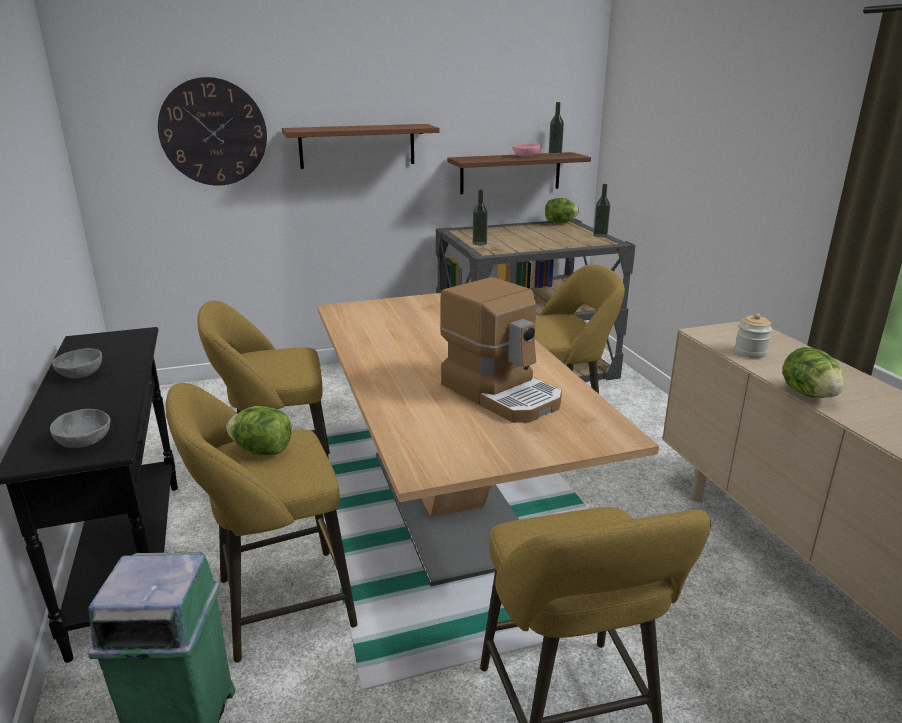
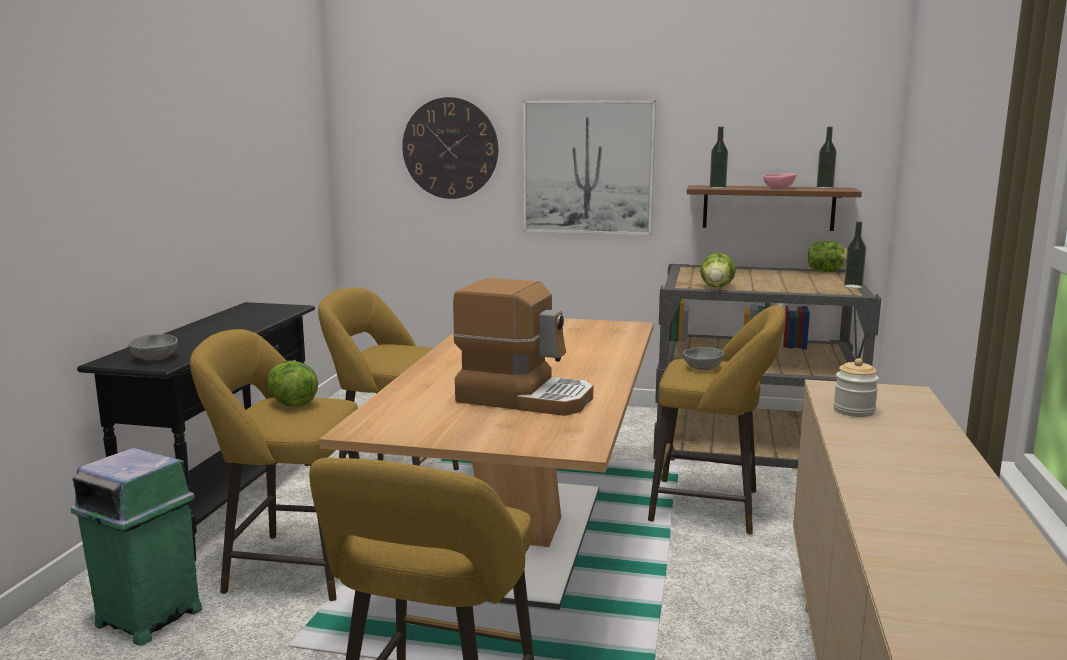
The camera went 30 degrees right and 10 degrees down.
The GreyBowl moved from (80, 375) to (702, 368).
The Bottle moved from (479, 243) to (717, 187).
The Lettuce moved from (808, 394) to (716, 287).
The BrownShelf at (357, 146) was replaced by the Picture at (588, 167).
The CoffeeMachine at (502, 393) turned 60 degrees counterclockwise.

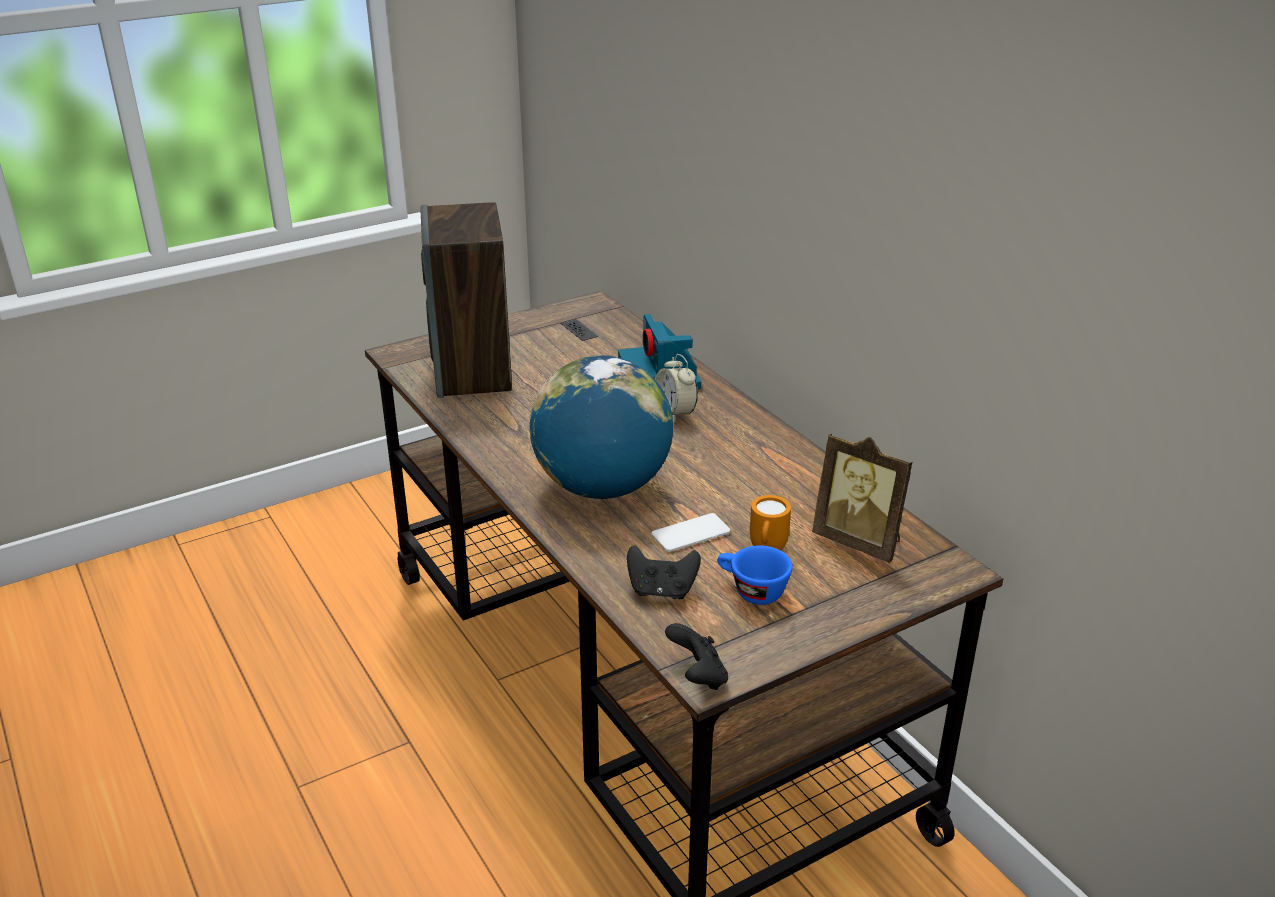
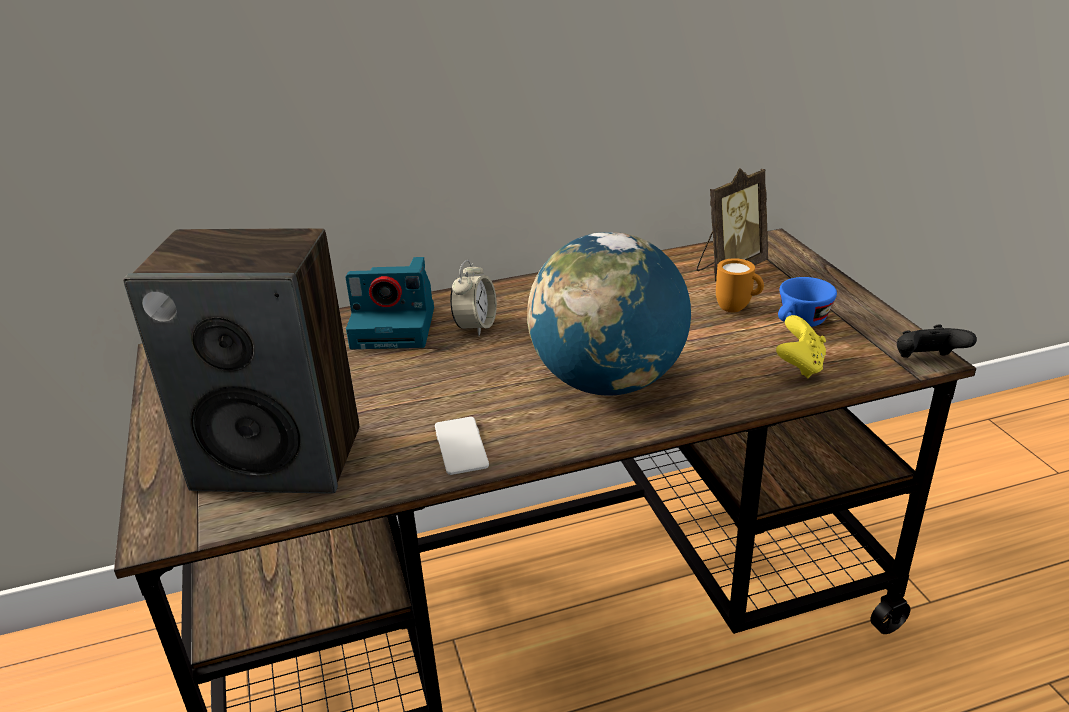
The camera went 75 degrees left and 0 degrees up.
The Phone moved from (690, 534) to (461, 446).
The BlackGameController at (662, 591) became the YellowGameController at (800, 366).
The AlarmClock at (674, 413) turned 60 degrees counterclockwise.

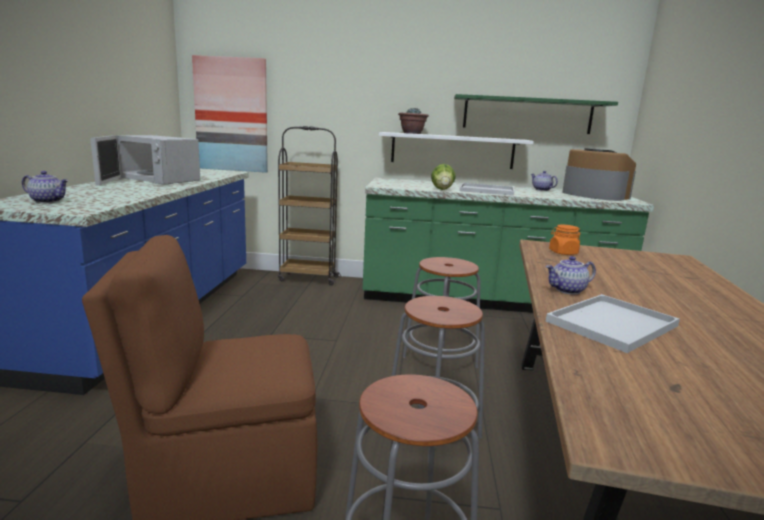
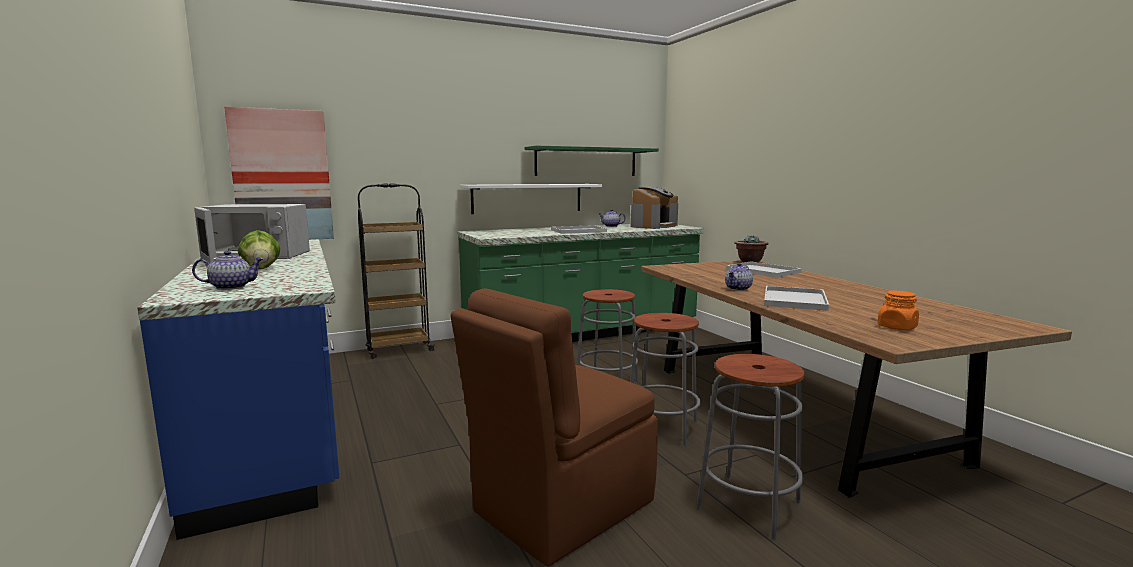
The camera went 30 degrees left and 5 degrees down.
The WhiteTray at (764, 271) appeared.
The PottedPlant moved from (412, 133) to (749, 262).
The Lettuce moved from (442, 189) to (261, 269).
The OrangeJar moved from (563, 253) to (897, 327).
The CoffeeMachine at (593, 195) turned 105 degrees clockwise.

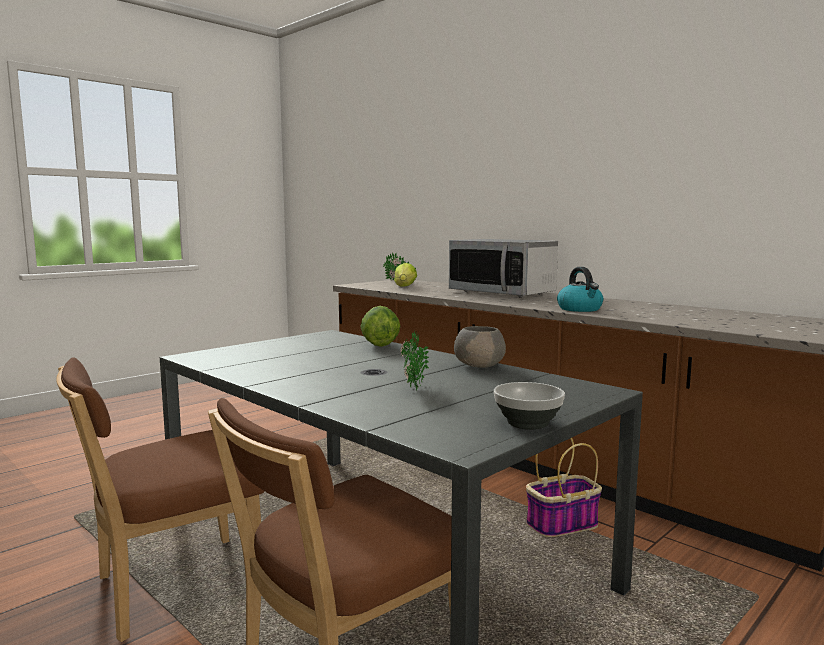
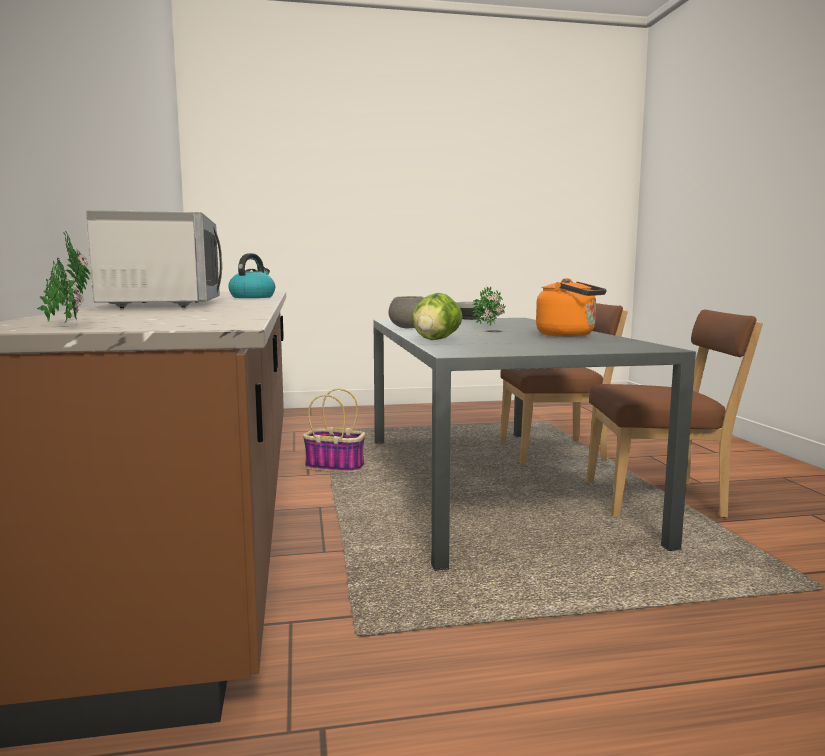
The camera went 145 degrees left and 0 degrees up.
The Lettuce at (405, 287) disappeared.
The OrangeKettle at (569, 335) appeared.

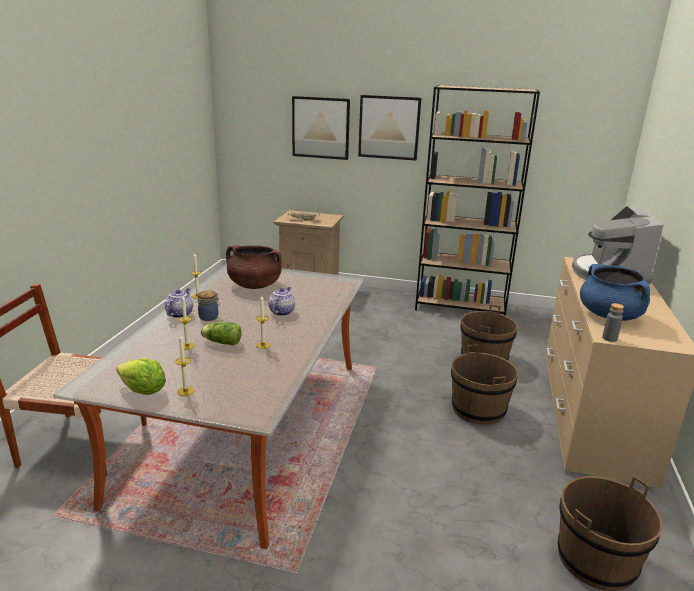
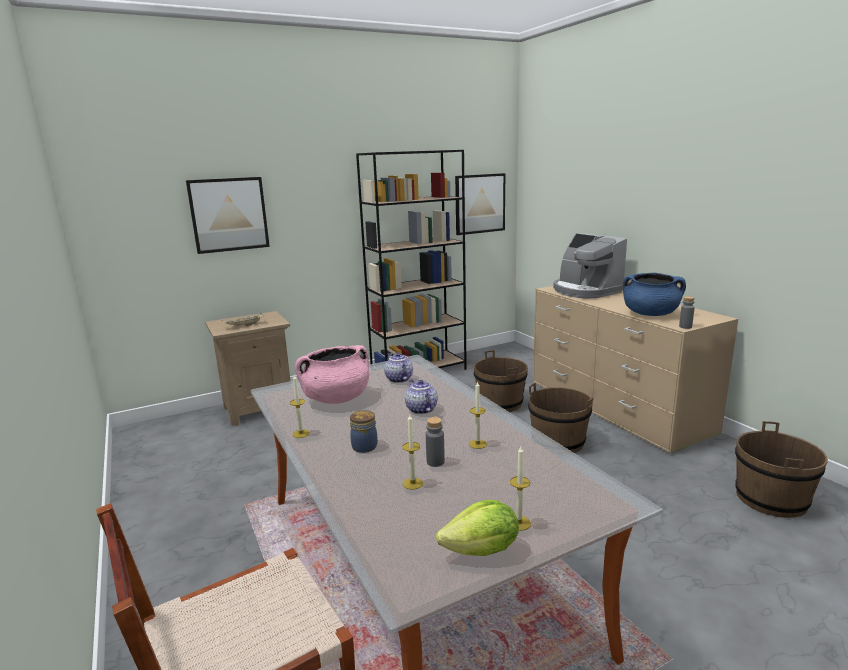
The camera went 40 degrees left and 5 degrees down.
The Teapot moved from (179, 314) to (398, 379).
The Picture moved from (389, 127) to (480, 203).
The Lettuce at (221, 342) was replaced by the GreyBottle at (435, 462).
The BrownCookingPot at (254, 285) became the PinkCookingPot at (336, 399).

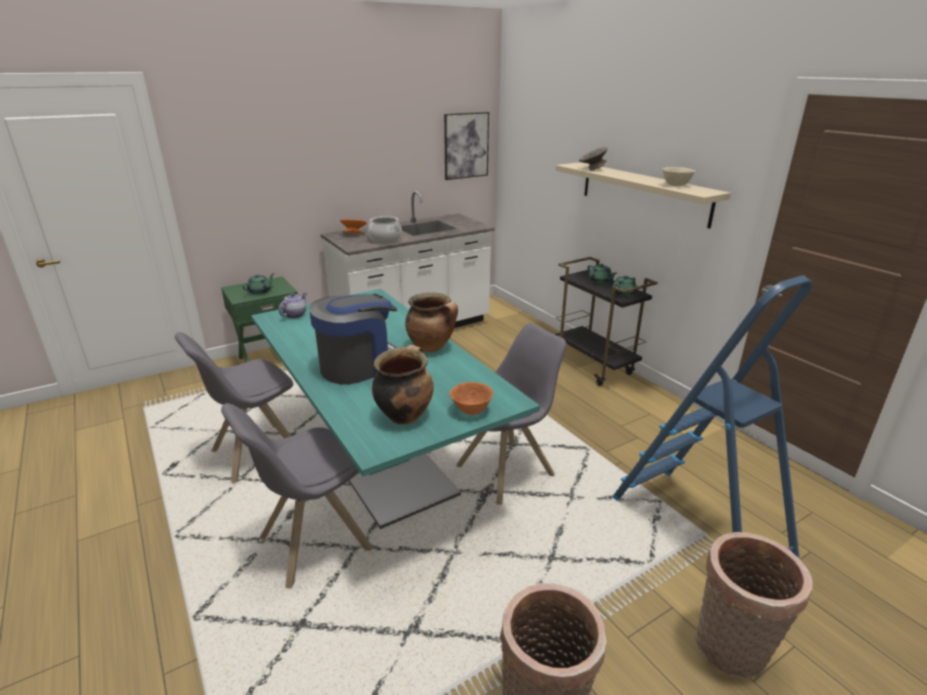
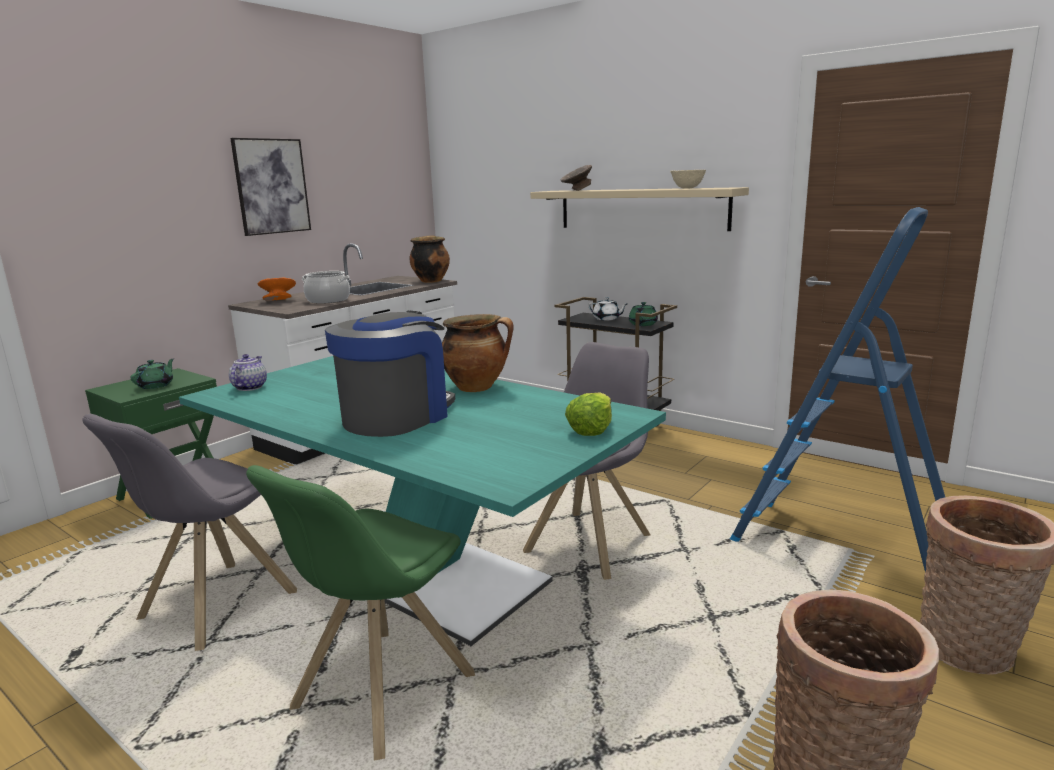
The camera went 20 degrees left and 10 degrees down.
The CookingPot moved from (404, 415) to (431, 281).
The Picture moved from (466, 145) to (271, 186).
The OrangeBowl at (470, 411) was replaced by the Lettuce at (591, 429).
The GreyChair at (313, 543) became the GreenChair at (382, 691).
The GreenTeapot at (600, 281) became the WhiteTeapot at (607, 319).

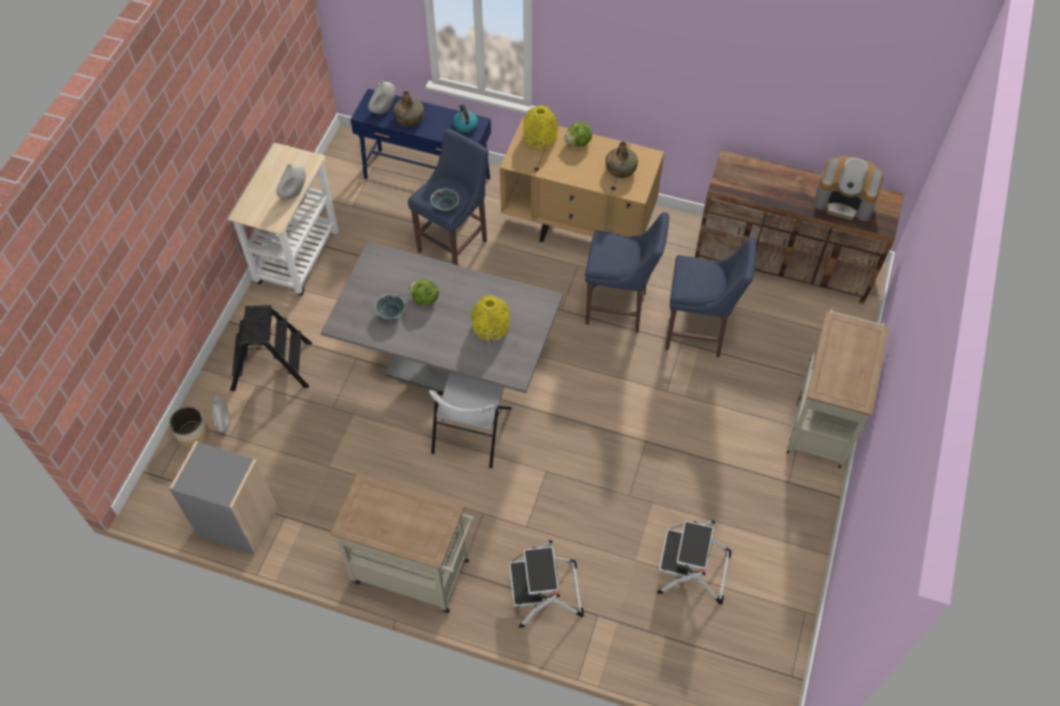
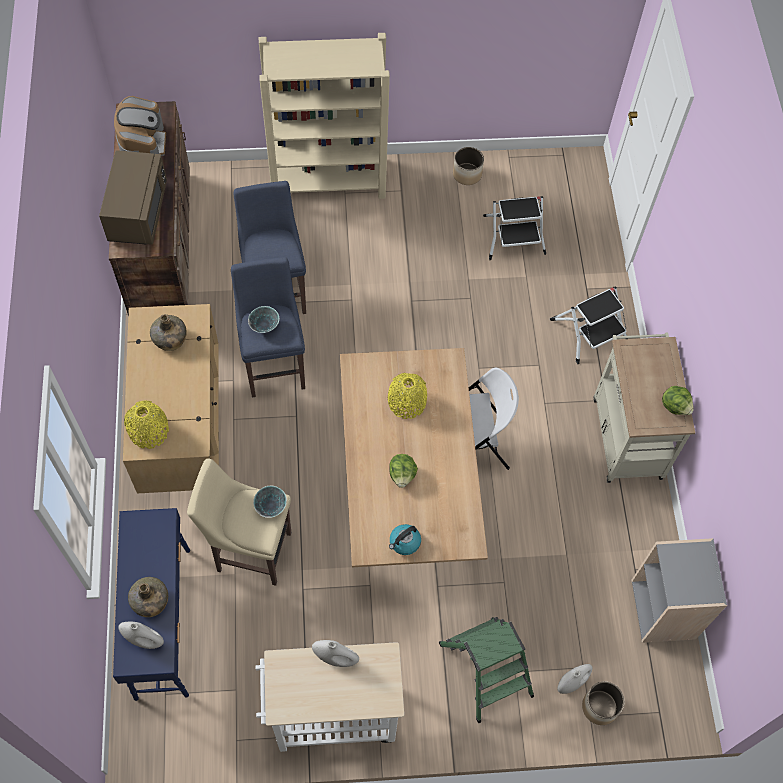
The camera went 115 degrees left and 5 degrees up.
The BrownMicrowave at (137, 212) appeared.
The Planter at (467, 174) appeared.
The Bowl moved from (391, 313) to (265, 326).
The Kettle moved from (465, 125) to (404, 542).
The Lettuce moved from (578, 142) to (675, 406).
The BeigeCart at (822, 419) was replaced by the BeigeBookcase at (328, 180).
The BlackStepLadder at (271, 366) became the GreenStepLadder at (485, 669).
The GreyDiningTable at (449, 365) became the BrownDiningTable at (406, 493).
The BlueStool at (455, 244) became the BeigeStool at (250, 550).

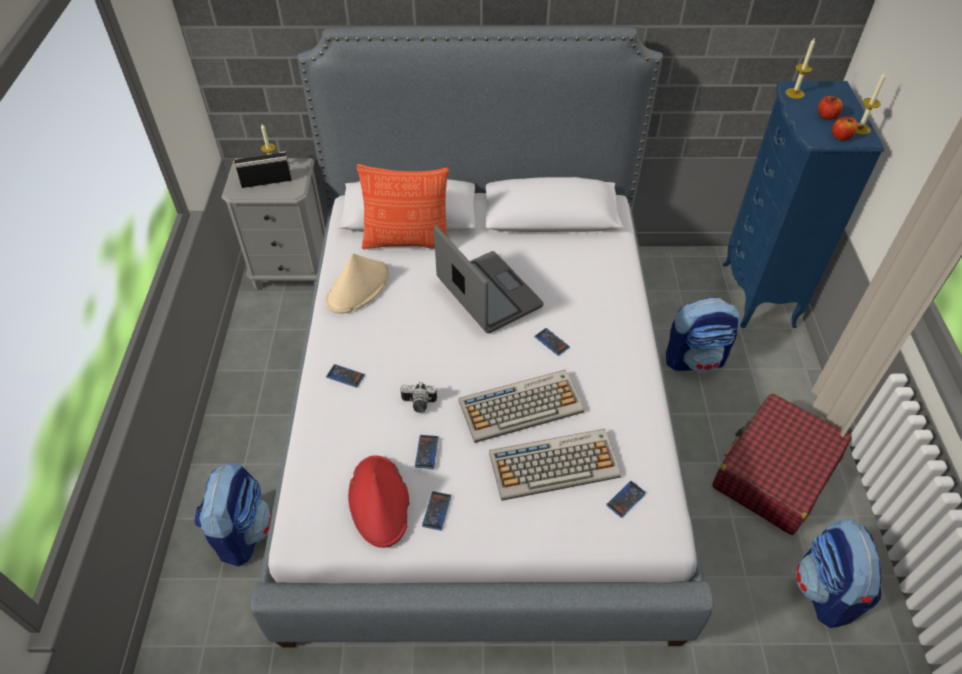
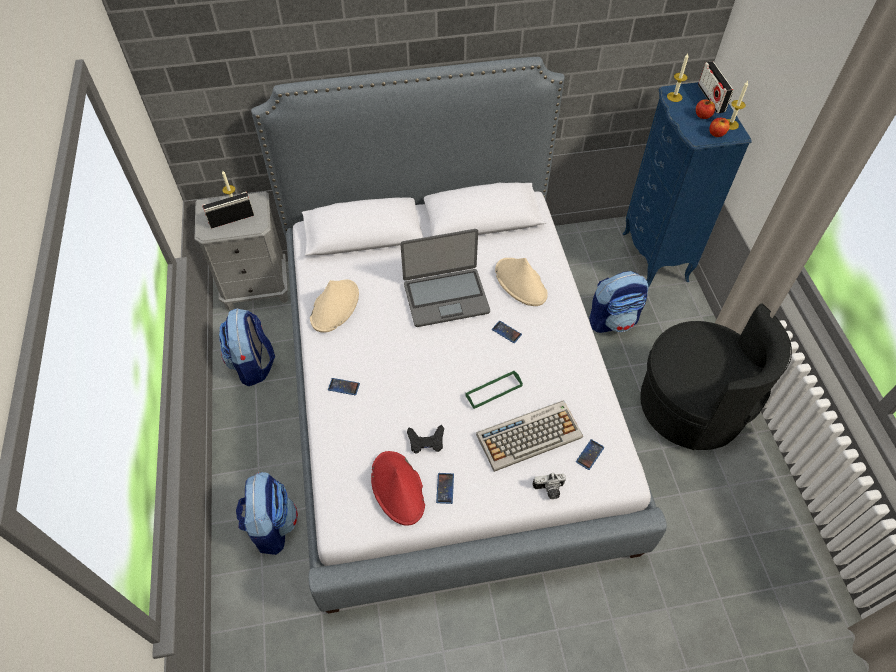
The camera went 10 degrees left and 5 degrees up.
The OrangePillow at (407, 241) disappeared.
The BeigeHat at (521, 283) appeared.
The Radio at (711, 98) appeared.
The PhotoCamera moved from (418, 404) to (549, 490).
The Backpack moved from (826, 591) to (253, 364).
The Phone at (426, 452) was replaced by the BlackGameController at (426, 441).
The Keyboard at (521, 406) was replaced by the GreenTray at (493, 390).
The RedSuitcase at (774, 472) was replaced by the BlackArmchair at (689, 406).
The Laptop at (488, 294) turned 120 degrees clockwise.

